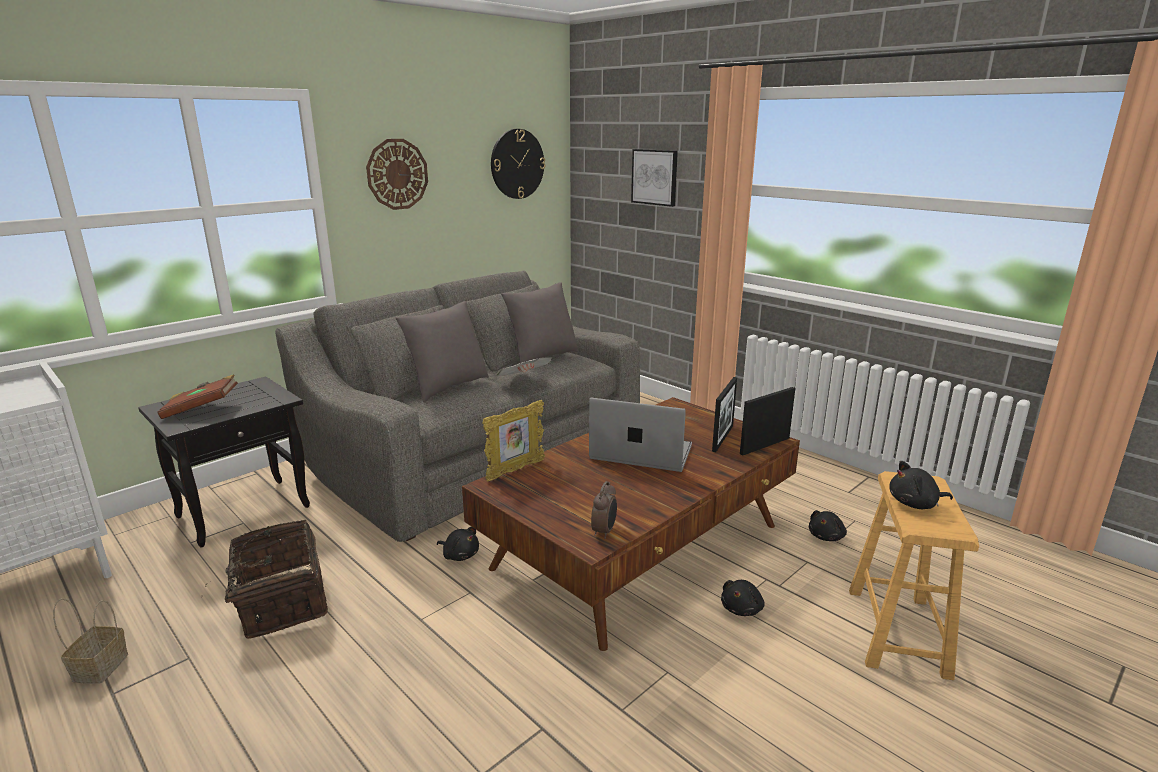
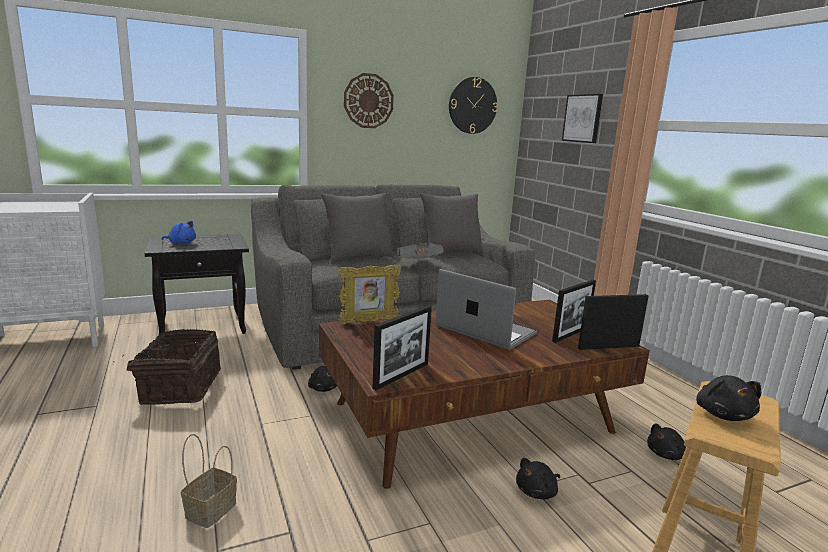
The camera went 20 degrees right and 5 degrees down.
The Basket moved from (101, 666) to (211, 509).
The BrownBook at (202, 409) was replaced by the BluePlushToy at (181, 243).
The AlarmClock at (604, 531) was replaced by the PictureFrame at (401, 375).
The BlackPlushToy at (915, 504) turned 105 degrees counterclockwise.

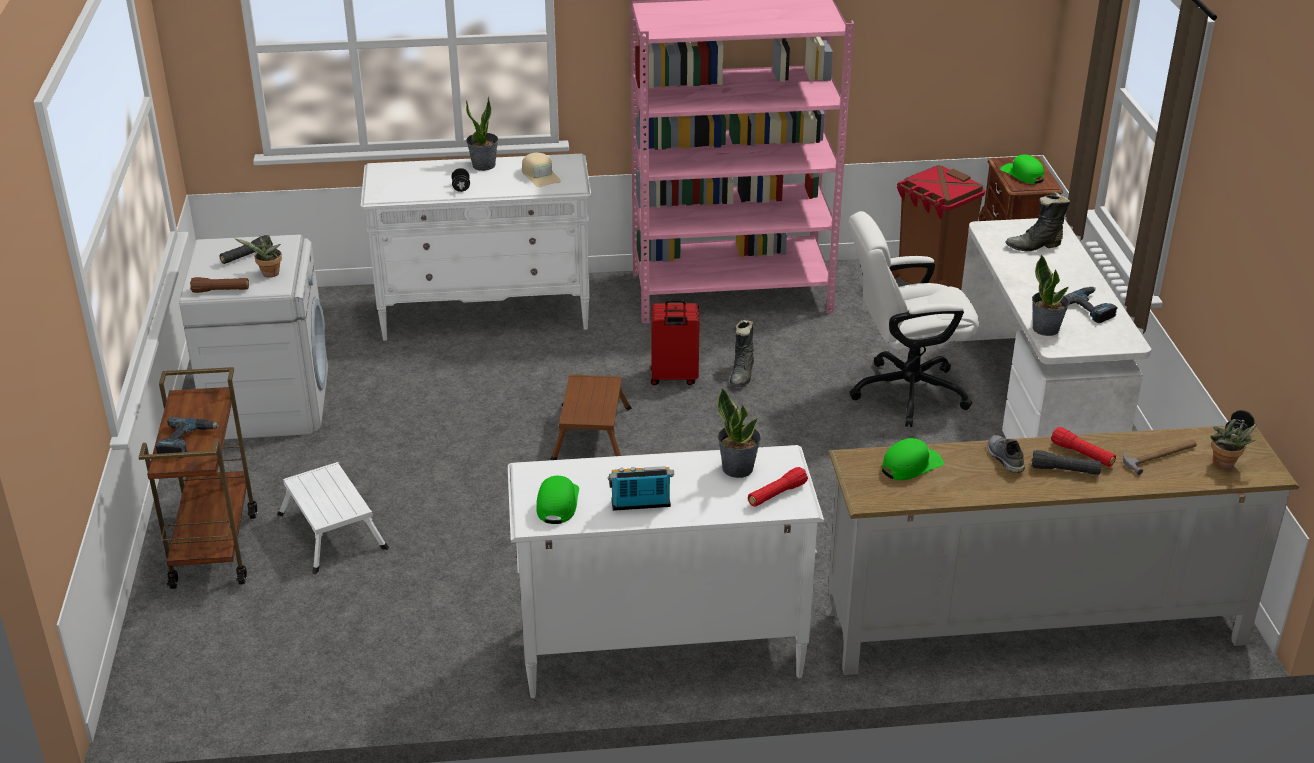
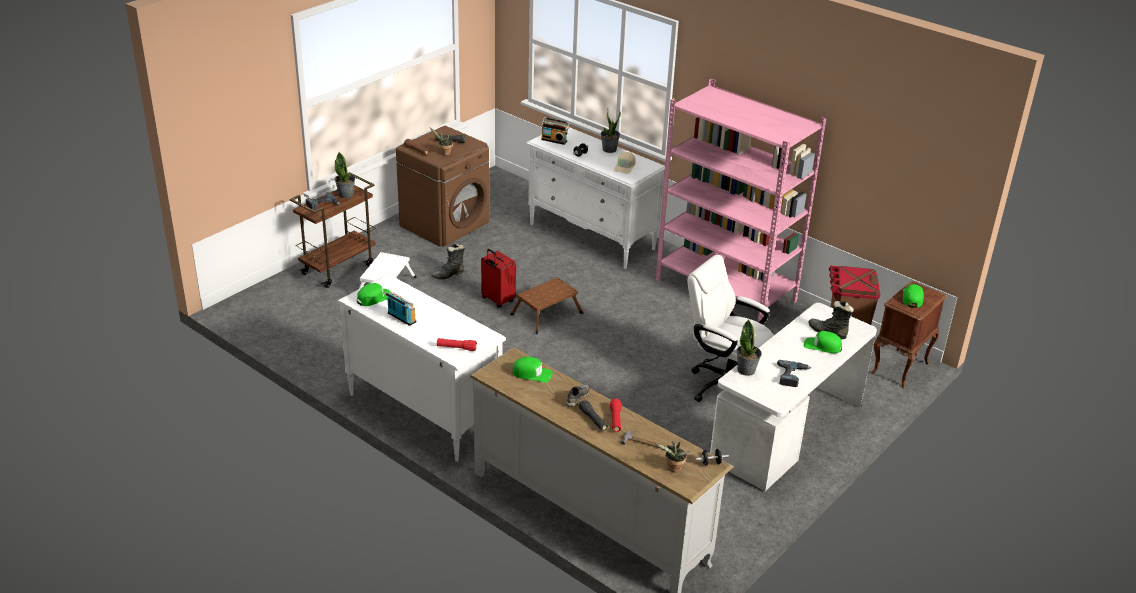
The camera went 45 degrees right and 0 degrees up.
The Radio at (554, 140) appeared.
The GreenCap at (822, 346) appeared.
The RedSuitcase moved from (674, 378) to (497, 300).
The PottedPlant moved from (738, 468) to (346, 195).
The BlackBoot moved from (742, 375) to (448, 275).
The WhiteWashingMachine at (270, 400) became the BrownWashingMachine at (447, 224).

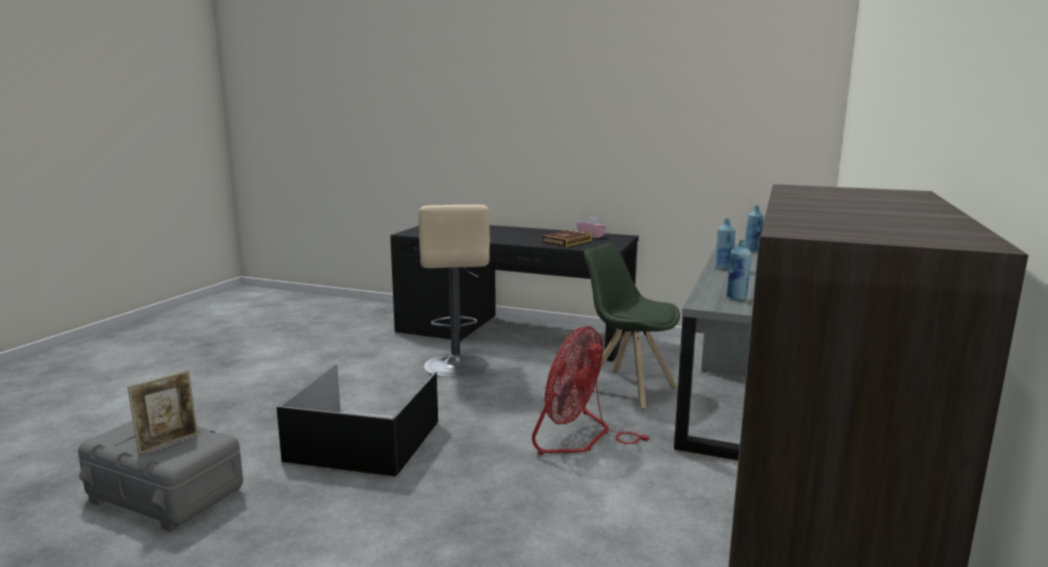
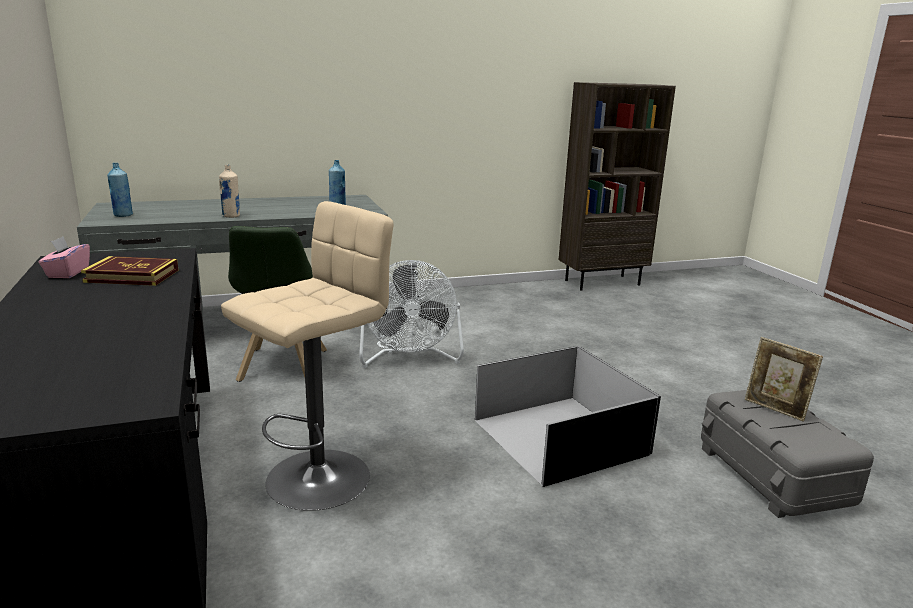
The camera went 130 degrees left and 5 degrees up.
The RedFan at (585, 436) became the WhiteFan at (406, 357).
The BlueBottle at (723, 268) became the BeigeBottle at (231, 216).
The PictureFrame at (168, 442) turned 135 degrees counterclockwise.

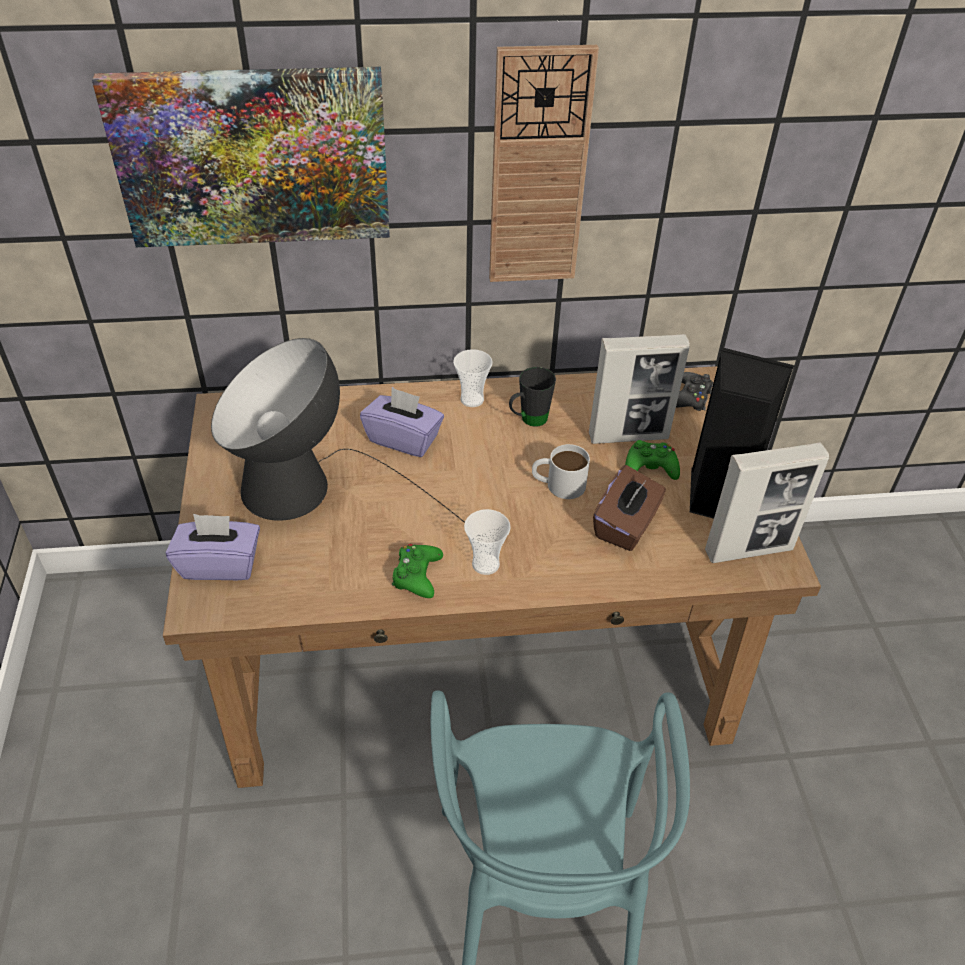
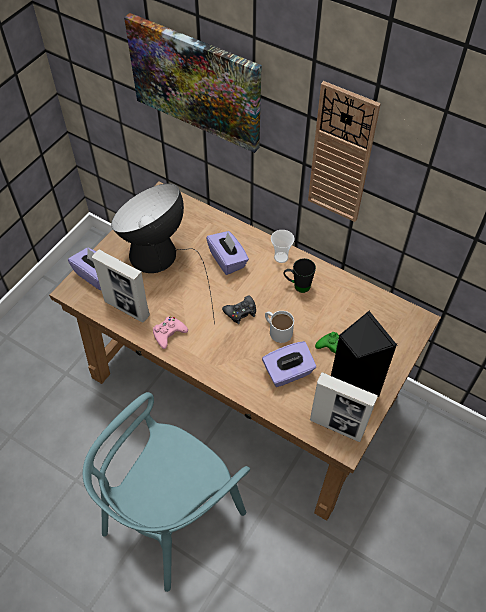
The camera went 40 degrees right and 10 degrees up.
The Cup at (485, 564) disappeared.
The PictureFrame moved from (629, 436) to (127, 308).
The BlackGameController moved from (690, 397) to (241, 312).
The GreenGameController at (417, 575) became the PinkGameController at (169, 334).
The BrownTissueBox at (626, 525) became the PurpleTissueBox at (288, 372).

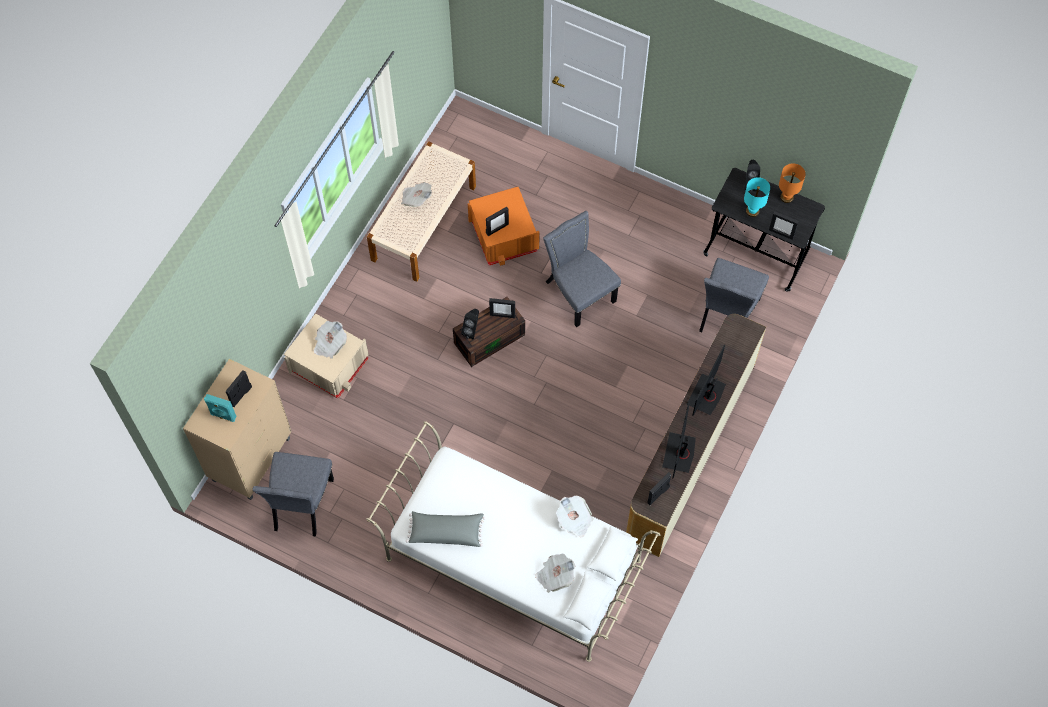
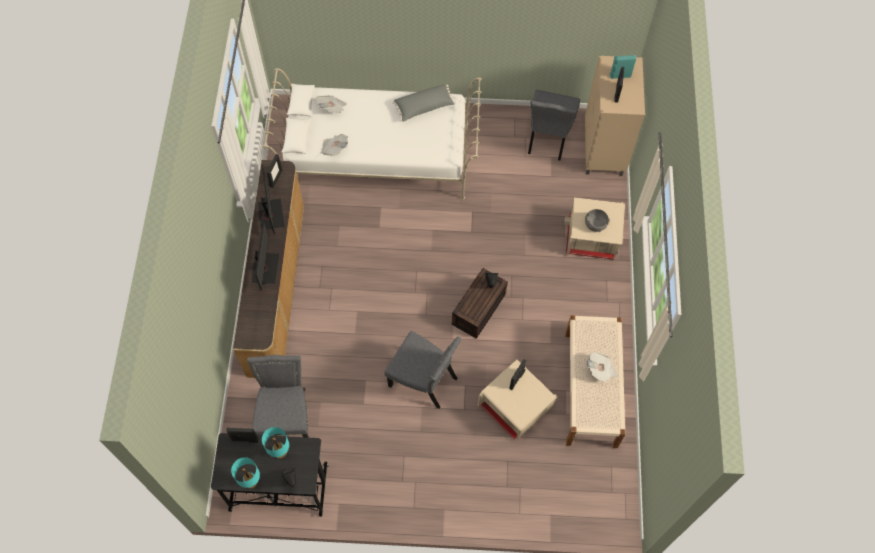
The camera went 155 degrees right and 0 degrees up.
The PictureFrame at (502, 315) disappeared.
The Newspaper at (330, 344) was replaced by the GreyBowl at (595, 224).
The OrangeStorageBox at (504, 236) became the BeigeStorageBox at (514, 407).
The OrangeTableLamp at (787, 197) became the TurquoiseTableLamp at (251, 481).
The GreyChair at (302, 502) turned 150 degrees counterclockwise.

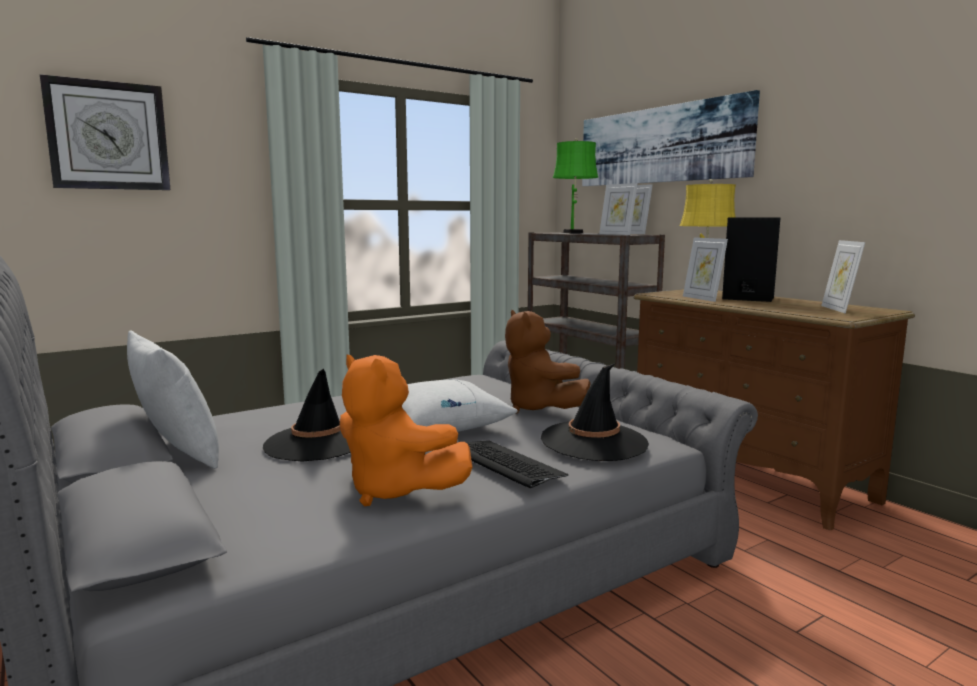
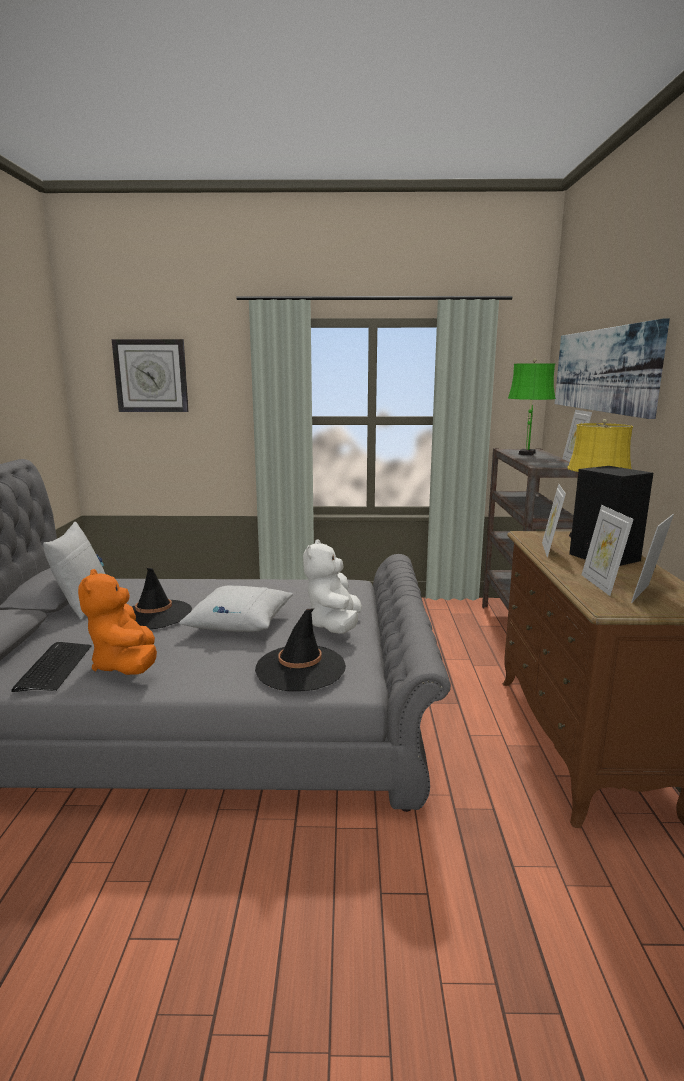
The camera went 35 degrees right and 5 degrees up.
The Keyboard moved from (505, 464) to (54, 667).
The PictureFrame moved from (617, 234) to (601, 584).
The BrownPlushToy at (539, 409) became the WhitePlushToy at (334, 626).

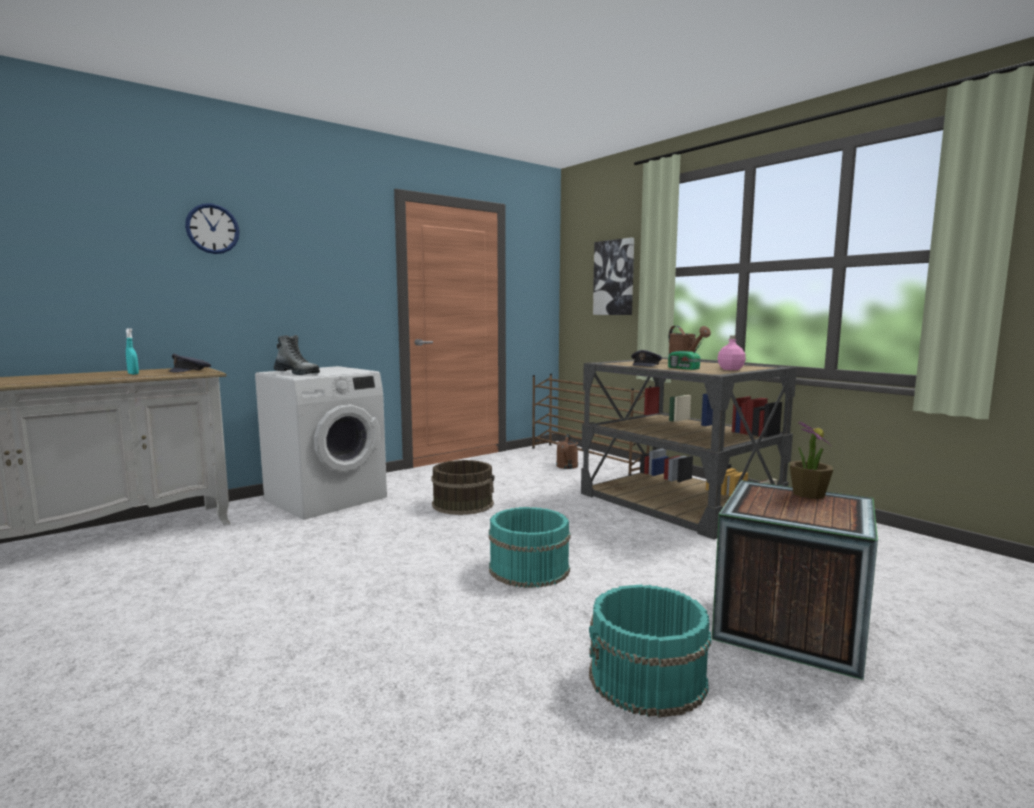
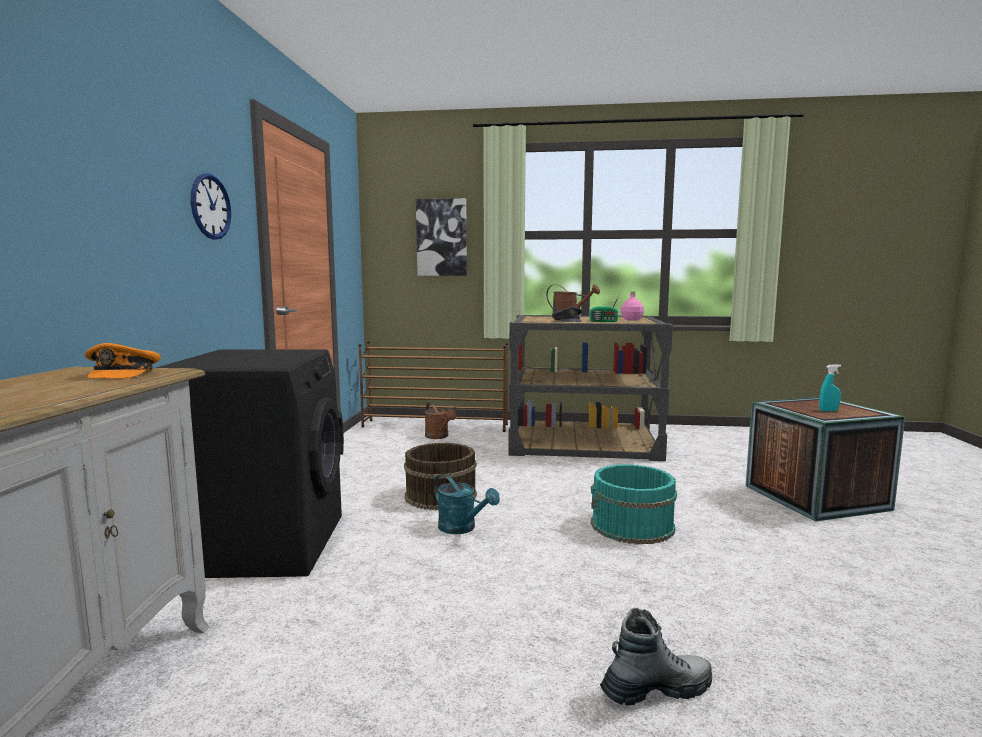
The camera went 45 degrees left and 0 degrees up.
The TurquoiseBucket at (647, 679) disappeared.
The PottedPlant at (808, 494) disappeared.
The TurquoiseWateringCan at (462, 528) appeared.
The TurquoiseSprayBottle moved from (133, 374) to (828, 410).
The WallClock moved from (212, 229) to (210, 206).
The Boot moved from (297, 374) to (656, 689).
The GreyCap at (191, 370) became the OrangeCap at (124, 373).
The WhiteWashingMachine at (327, 498) became the BlackWashingMachine at (269, 543).

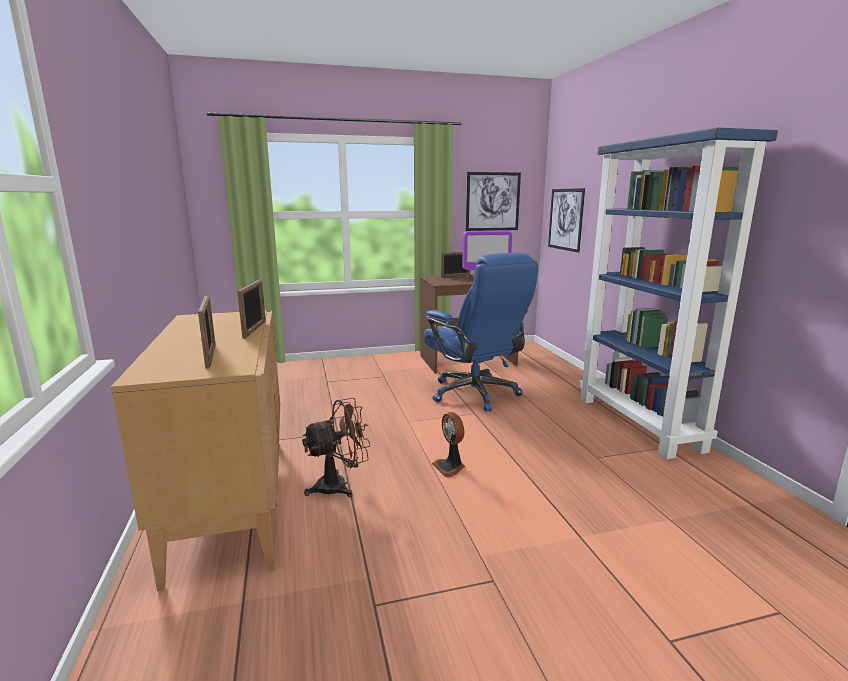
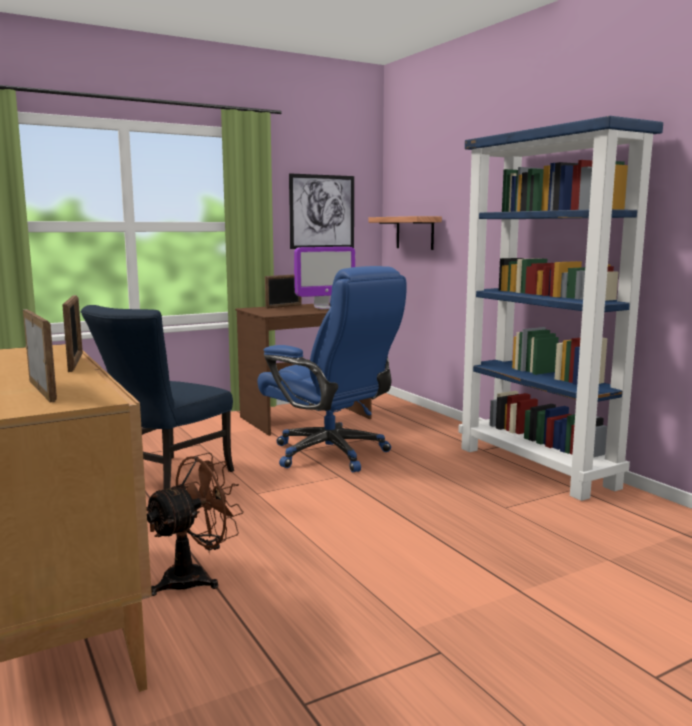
The camera went 15 degrees left and 5 degrees down.
The Fan at (450, 467) disappeared.
The BlueChair at (166, 479) appeared.
The Picture at (565, 219) was replaced by the Shelf at (415, 233).

